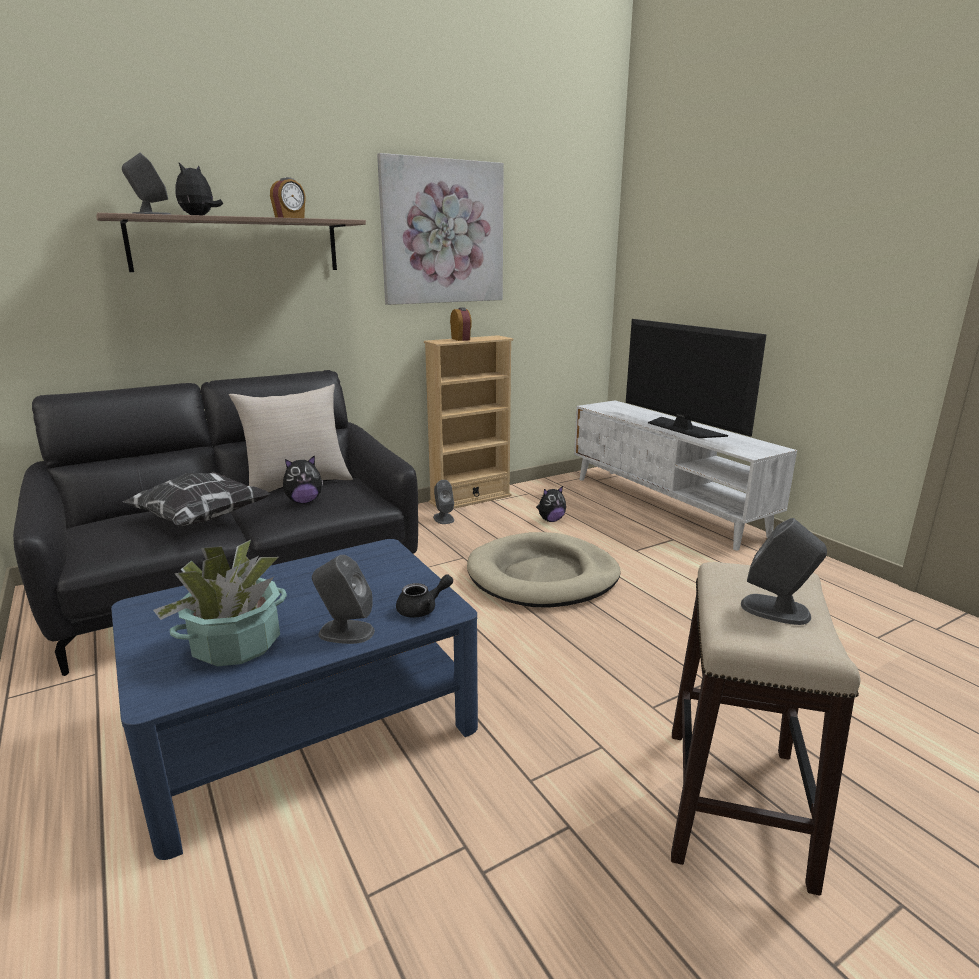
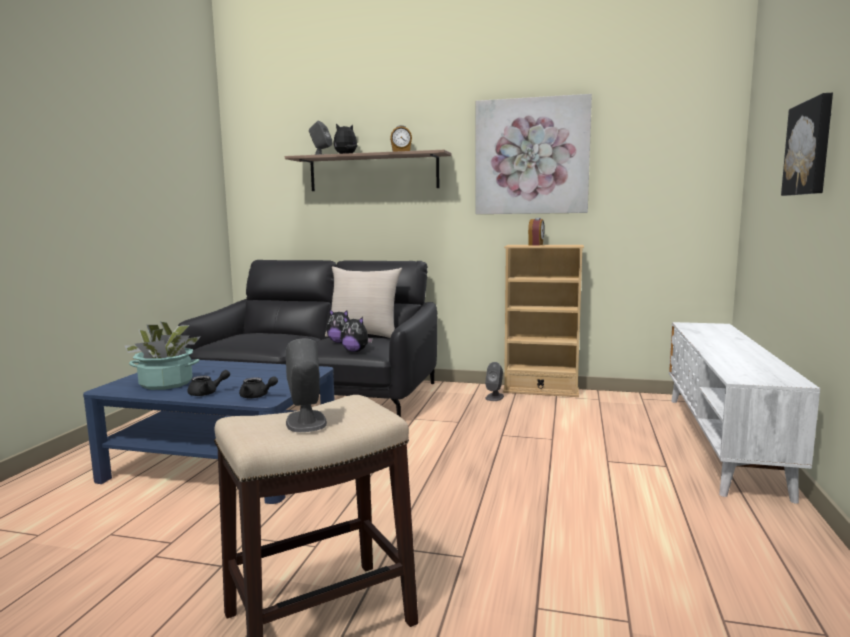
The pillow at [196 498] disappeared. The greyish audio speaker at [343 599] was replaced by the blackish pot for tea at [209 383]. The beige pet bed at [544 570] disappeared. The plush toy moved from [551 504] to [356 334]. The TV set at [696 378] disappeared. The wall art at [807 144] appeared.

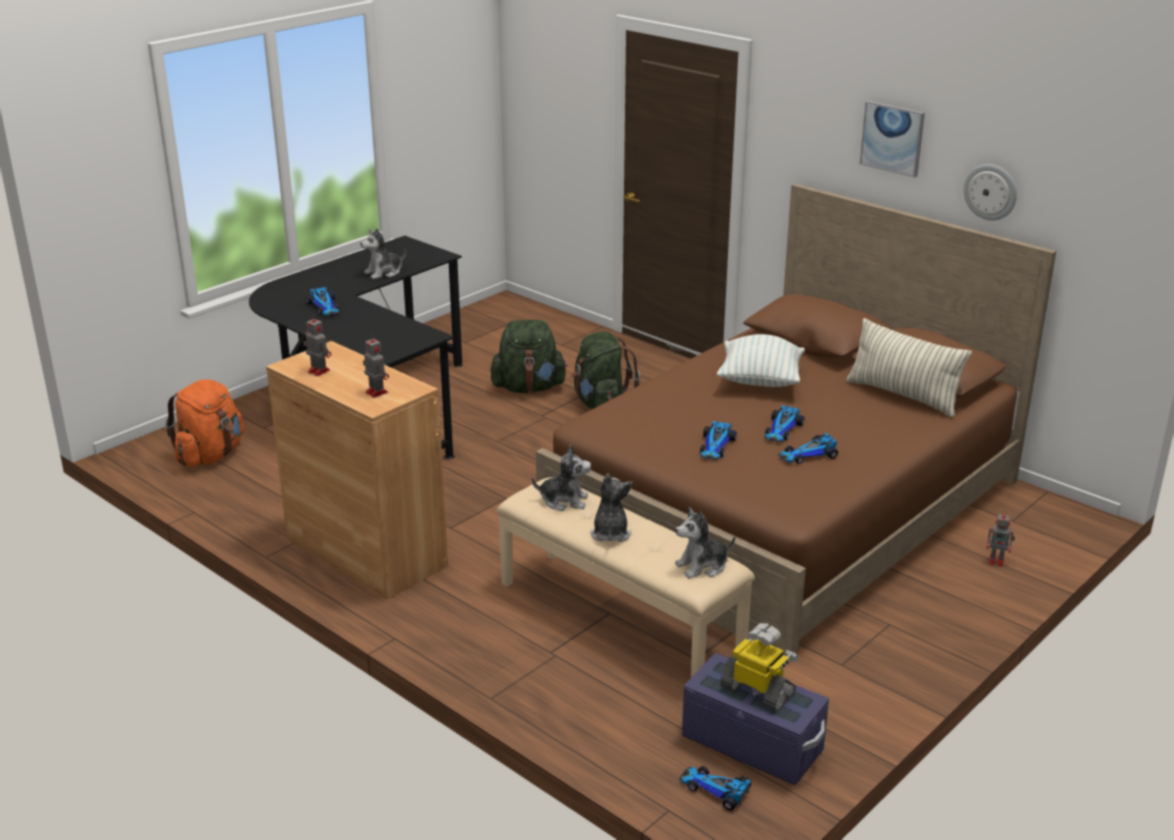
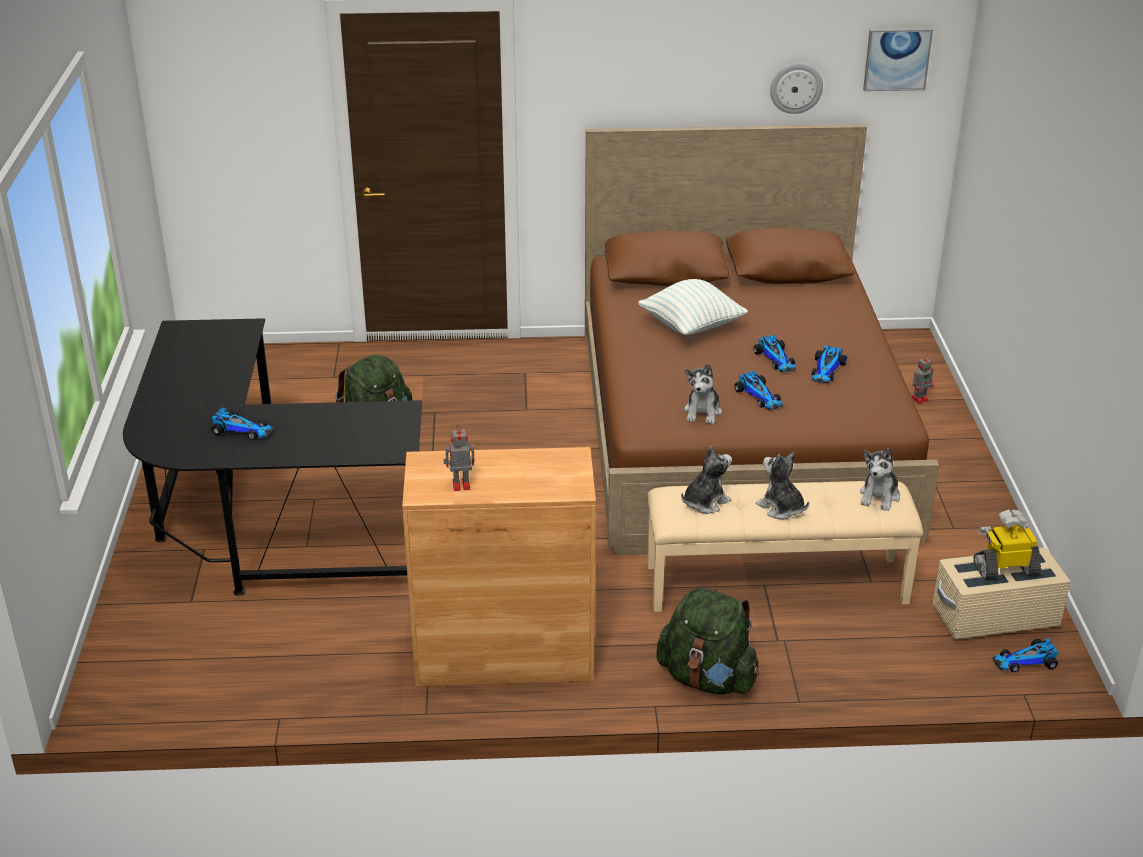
The orange-coloured knapsack at [205 423] disappeared. The plush toy moved from [383 253] to [703 394]. The model robot at [376 366] disappeared. The green-coloured knapsack moved from [605 370] to [707 641]. The purplish storage box at [755 719] became the beige storage box at [1001 593]. The pillow at [909 367] disappeared. The wall art moved from [892 139] to [898 59].

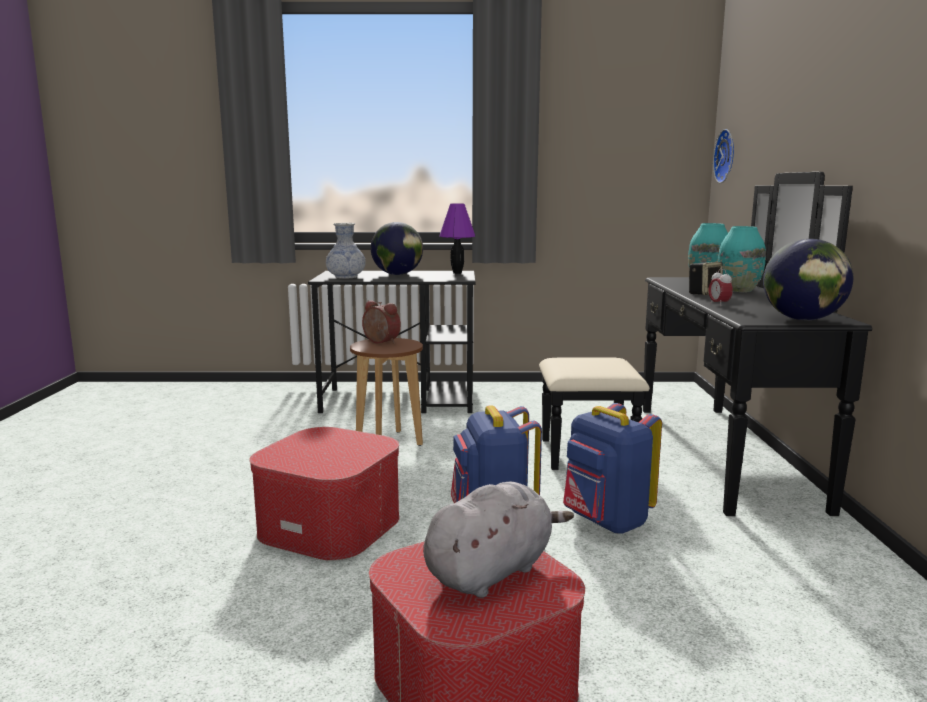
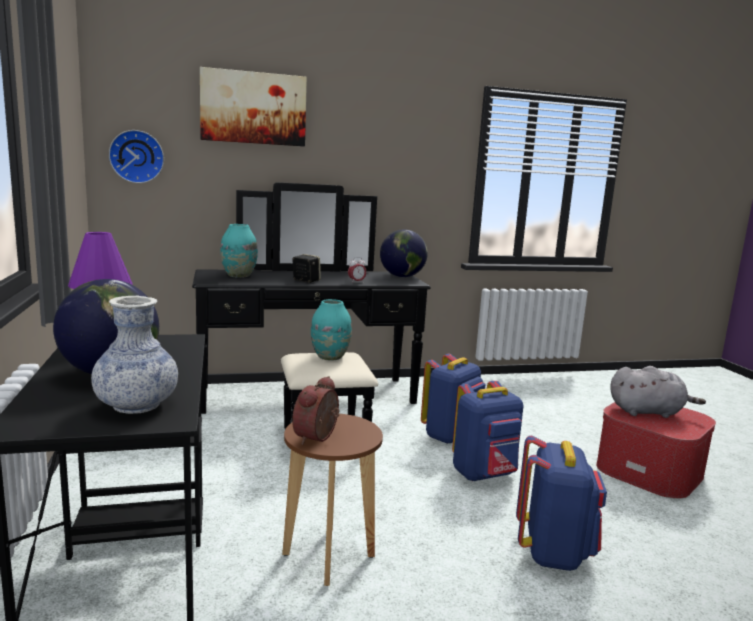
The footrest at [325 494] was replaced by the blue knapsack at [561 503]. The greyish plush toy at [498 540] turned 150 degrees clockwise. The turquoise decorative vase moved from [741 259] to [331 330]. The wall art at [253 107] appeared.

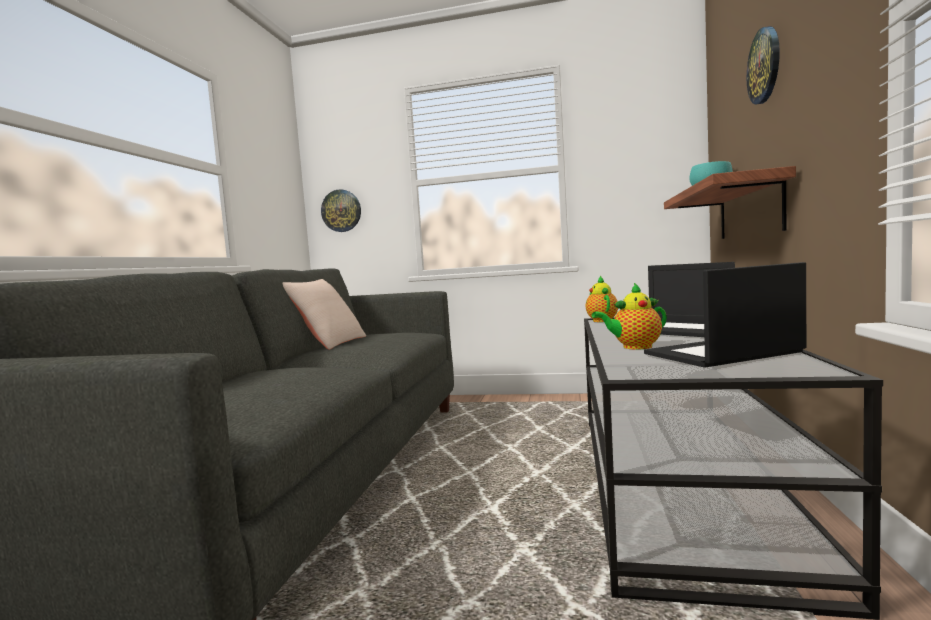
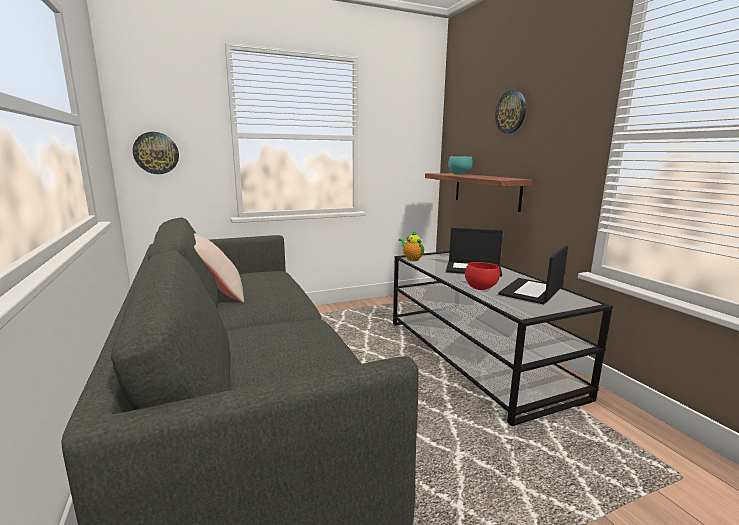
The pot for tea at [629 316] was replaced by the reddish bowl at [482 276].

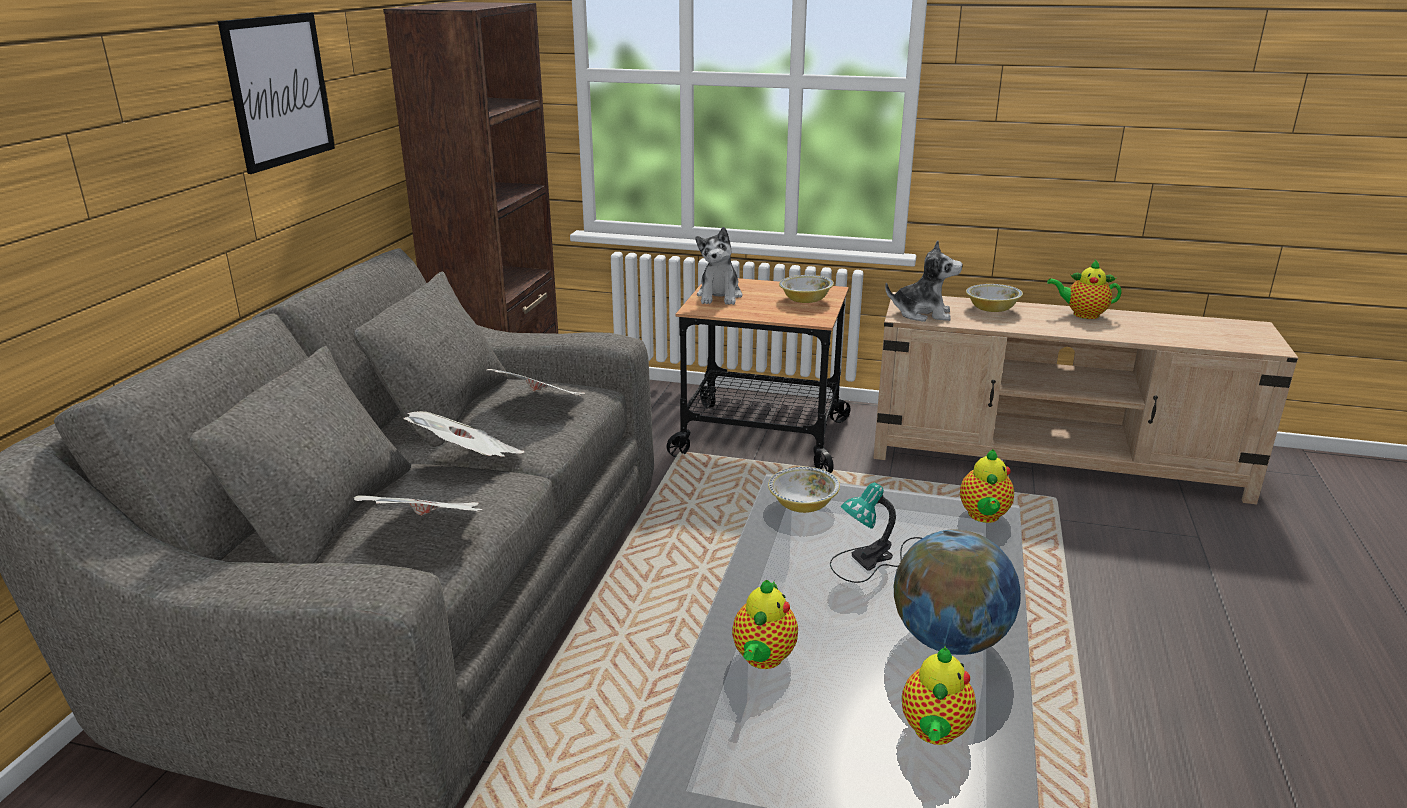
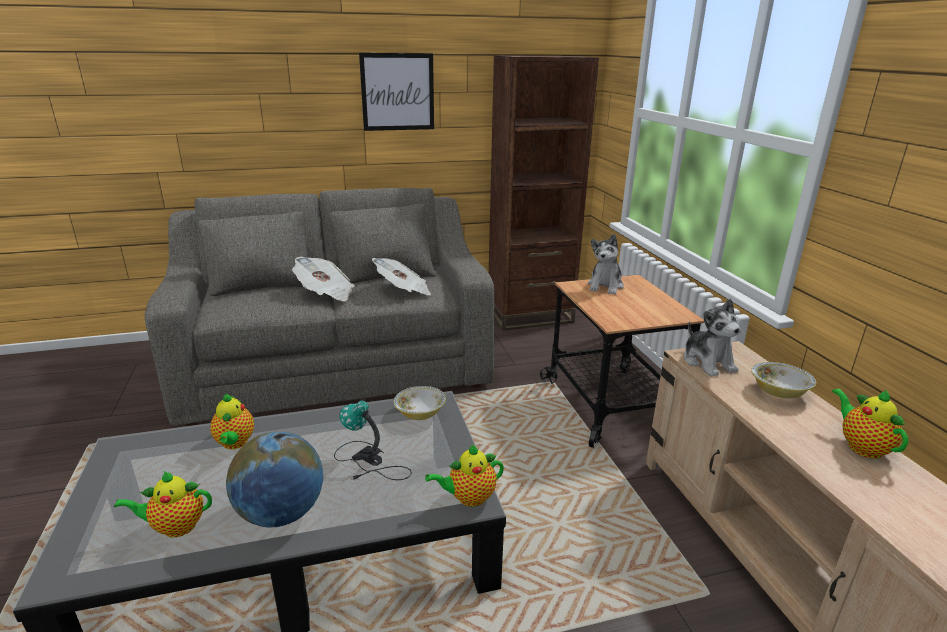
The daily paper at [418 505] disappeared. The plush toy at [719 266] turned 45 degrees counterclockwise. The pot for tea at [765 624] turned 90 degrees counterclockwise. The bowl at [806 289] disappeared.

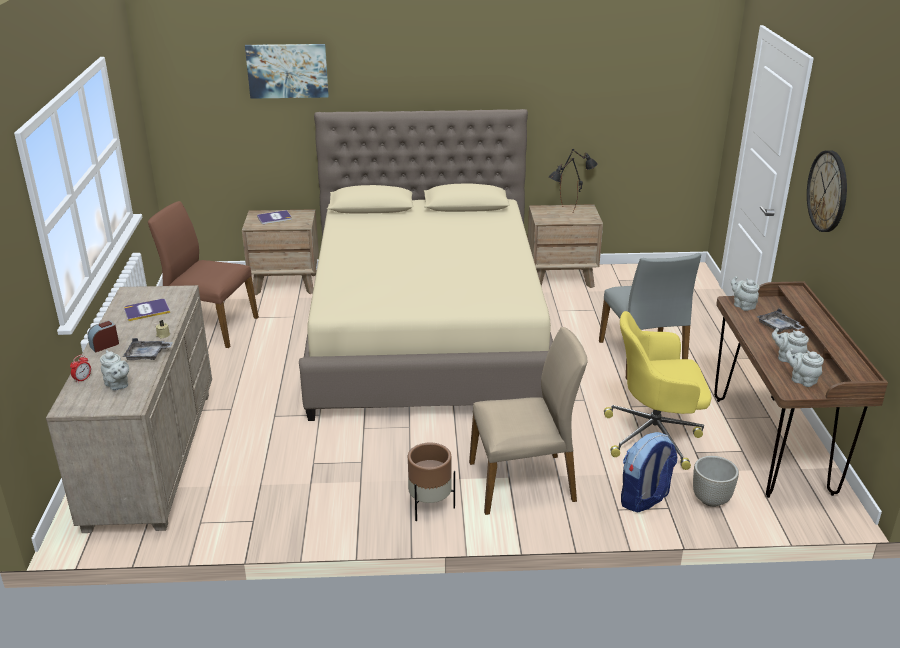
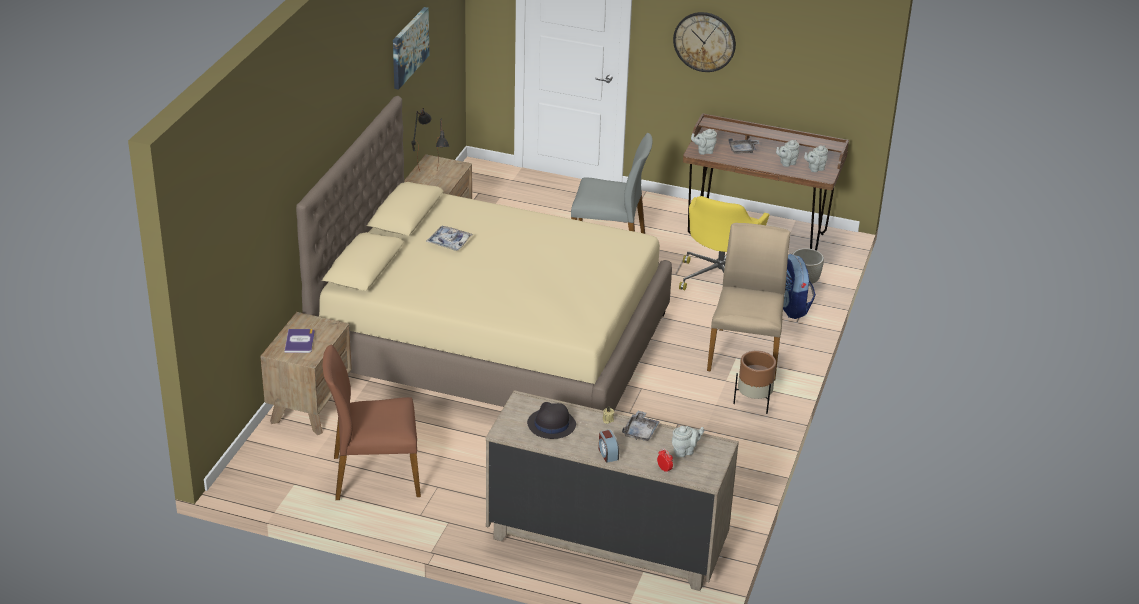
The volume at [147 310] was replaced by the blackish wearable hat at [551 420]. The brownish plain chair at [203 274] turned 45 degrees clockwise. The wall art moved from [287 71] to [411 48]. The carrying tray at [450 238] appeared.

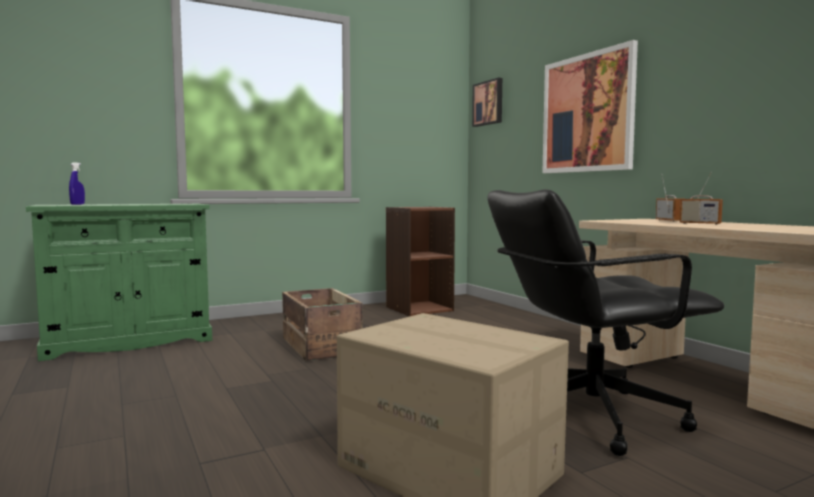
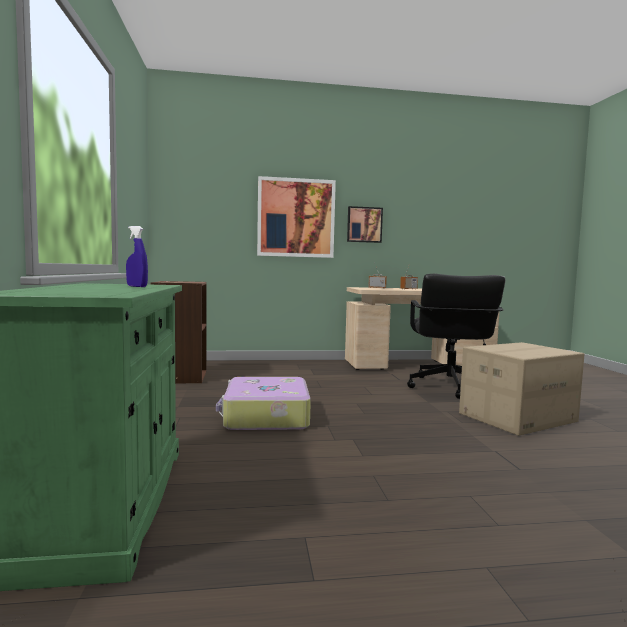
The blue hand sprayer moved from [77 184] to [137 256]. The shipping crate at [322 324] was replaced by the piece of luggage at [263 403]. The wall art moved from [487 102] to [365 224].

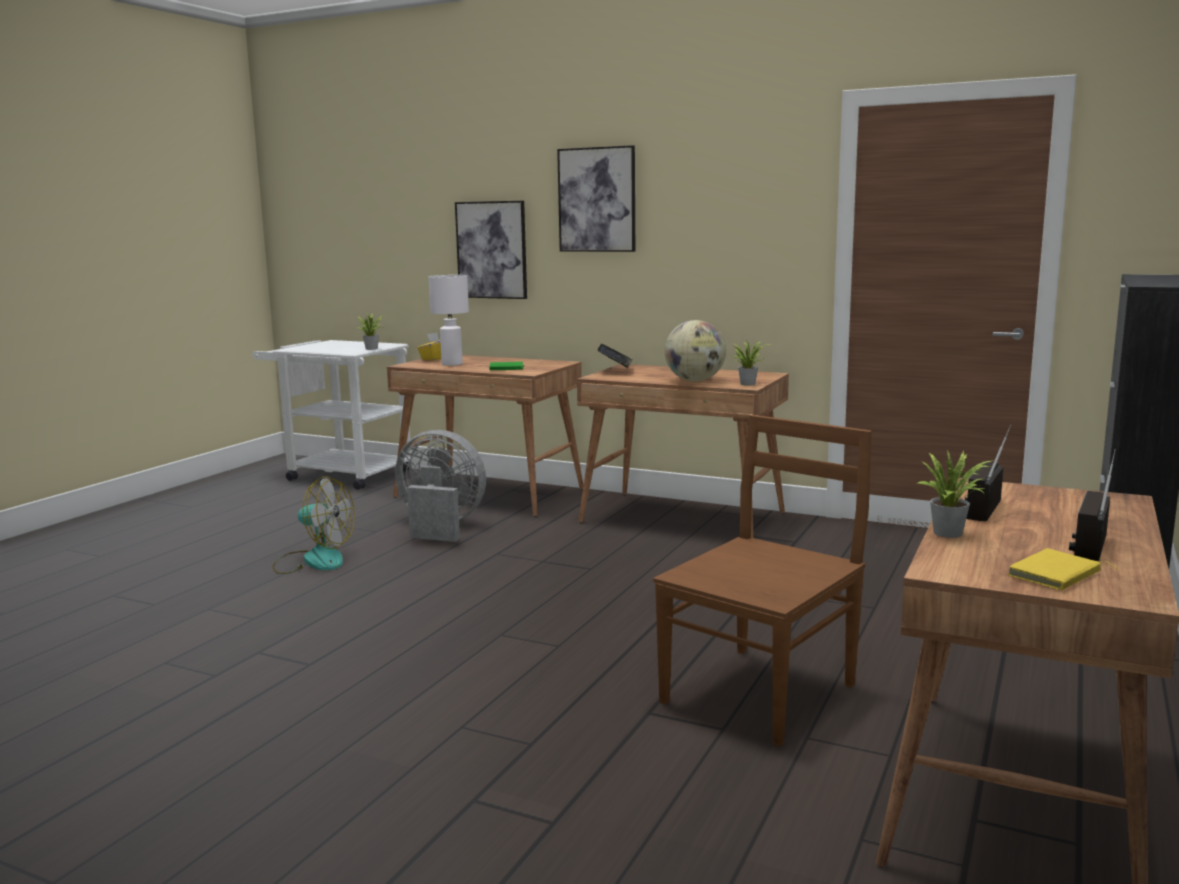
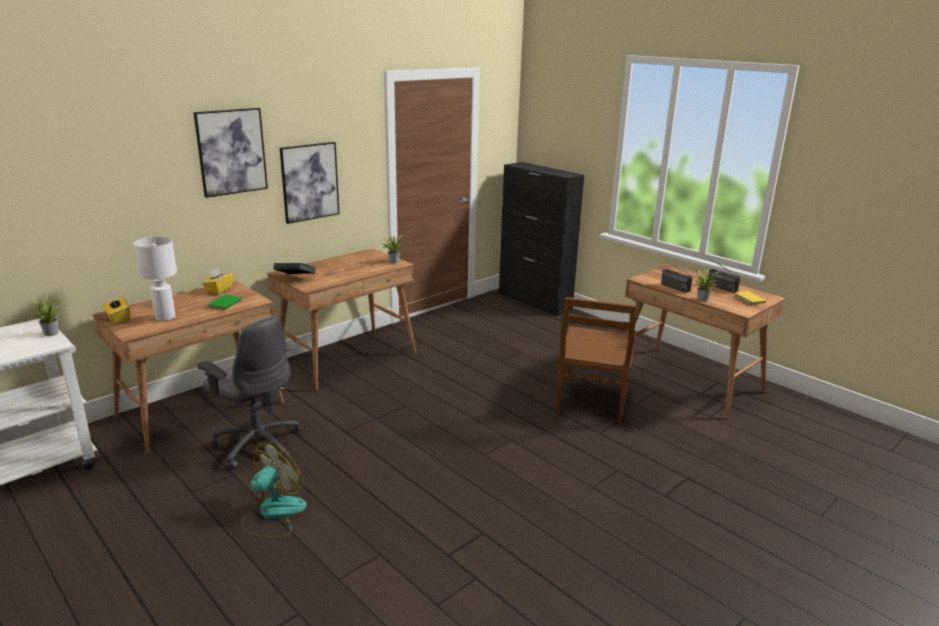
The greyish electric fan at [440 486] was replaced by the greyish computer chair at [248 393]. The wall art moved from [491 250] to [309 183]. The brownish plain chair at [762 581] turned 135 degrees counterclockwise. The desk globe at [695 350] disappeared. The yellow-coloured box of tissues at [218 280] appeared.

